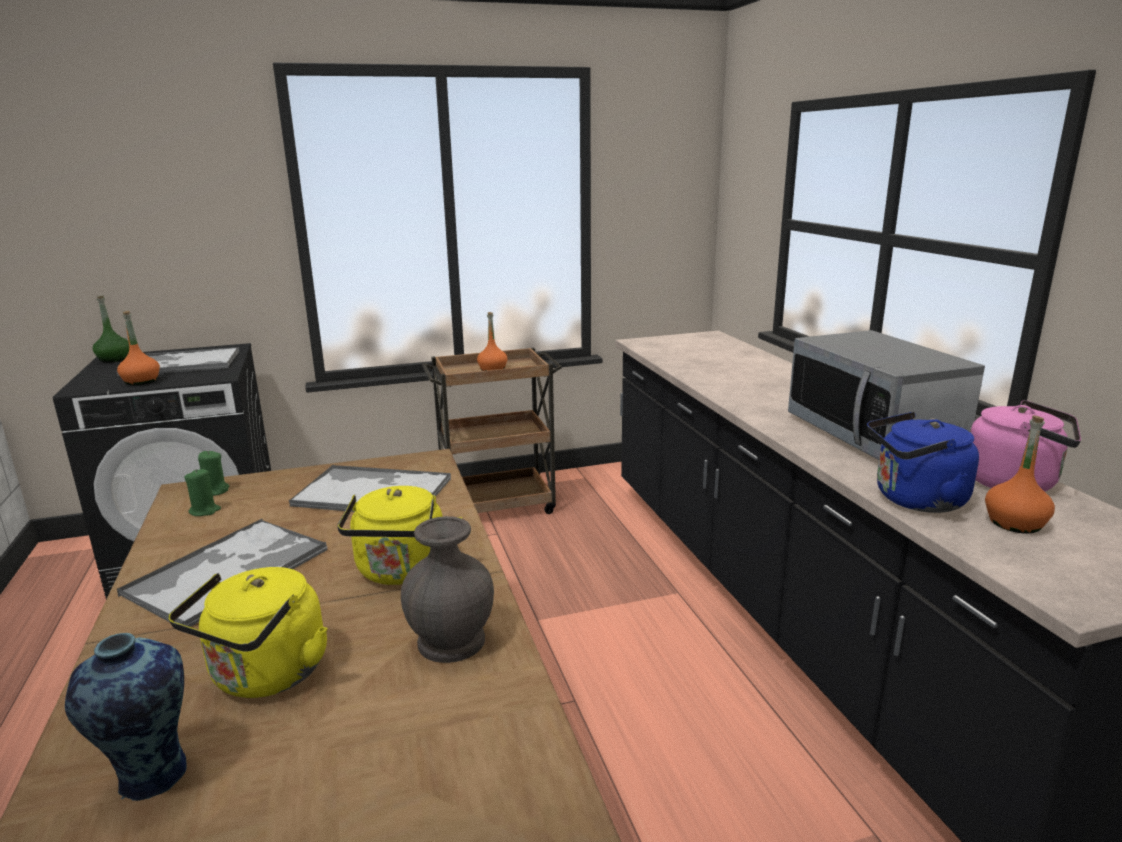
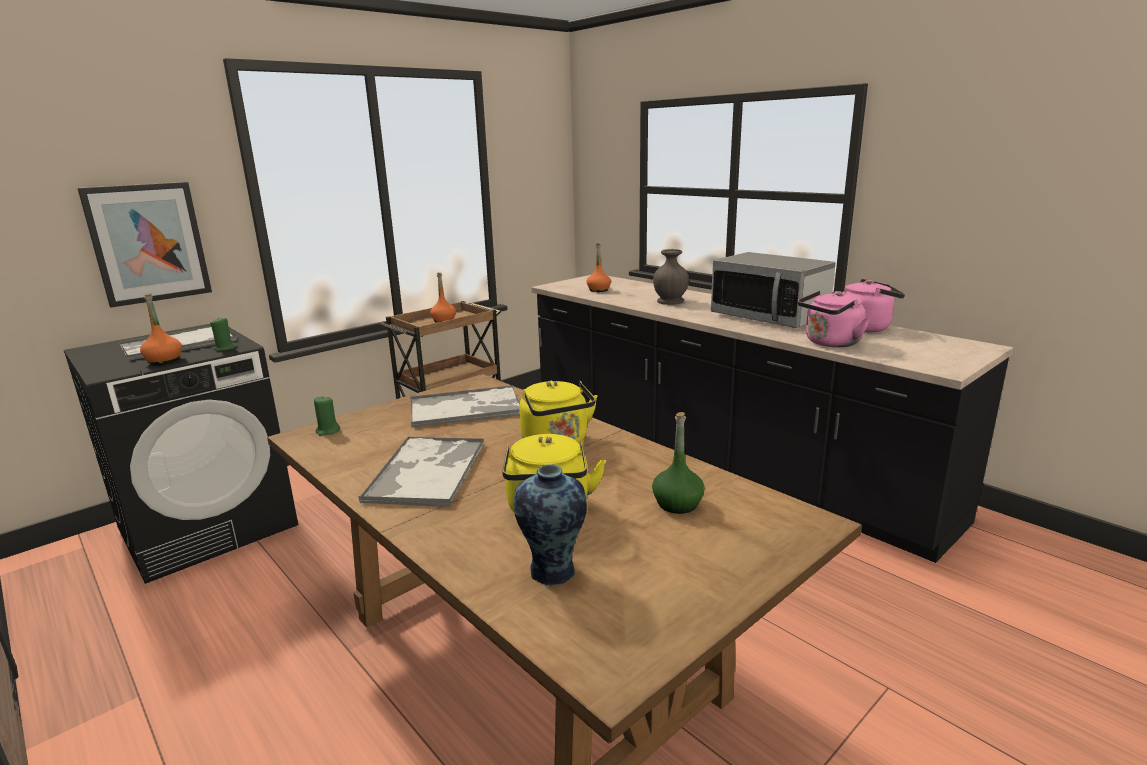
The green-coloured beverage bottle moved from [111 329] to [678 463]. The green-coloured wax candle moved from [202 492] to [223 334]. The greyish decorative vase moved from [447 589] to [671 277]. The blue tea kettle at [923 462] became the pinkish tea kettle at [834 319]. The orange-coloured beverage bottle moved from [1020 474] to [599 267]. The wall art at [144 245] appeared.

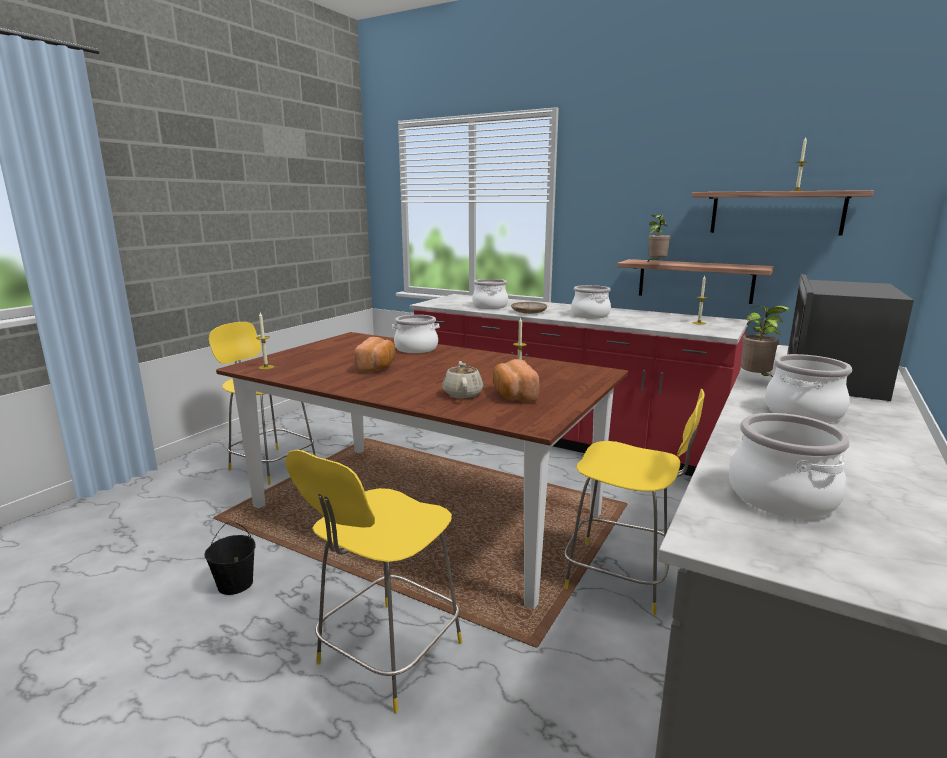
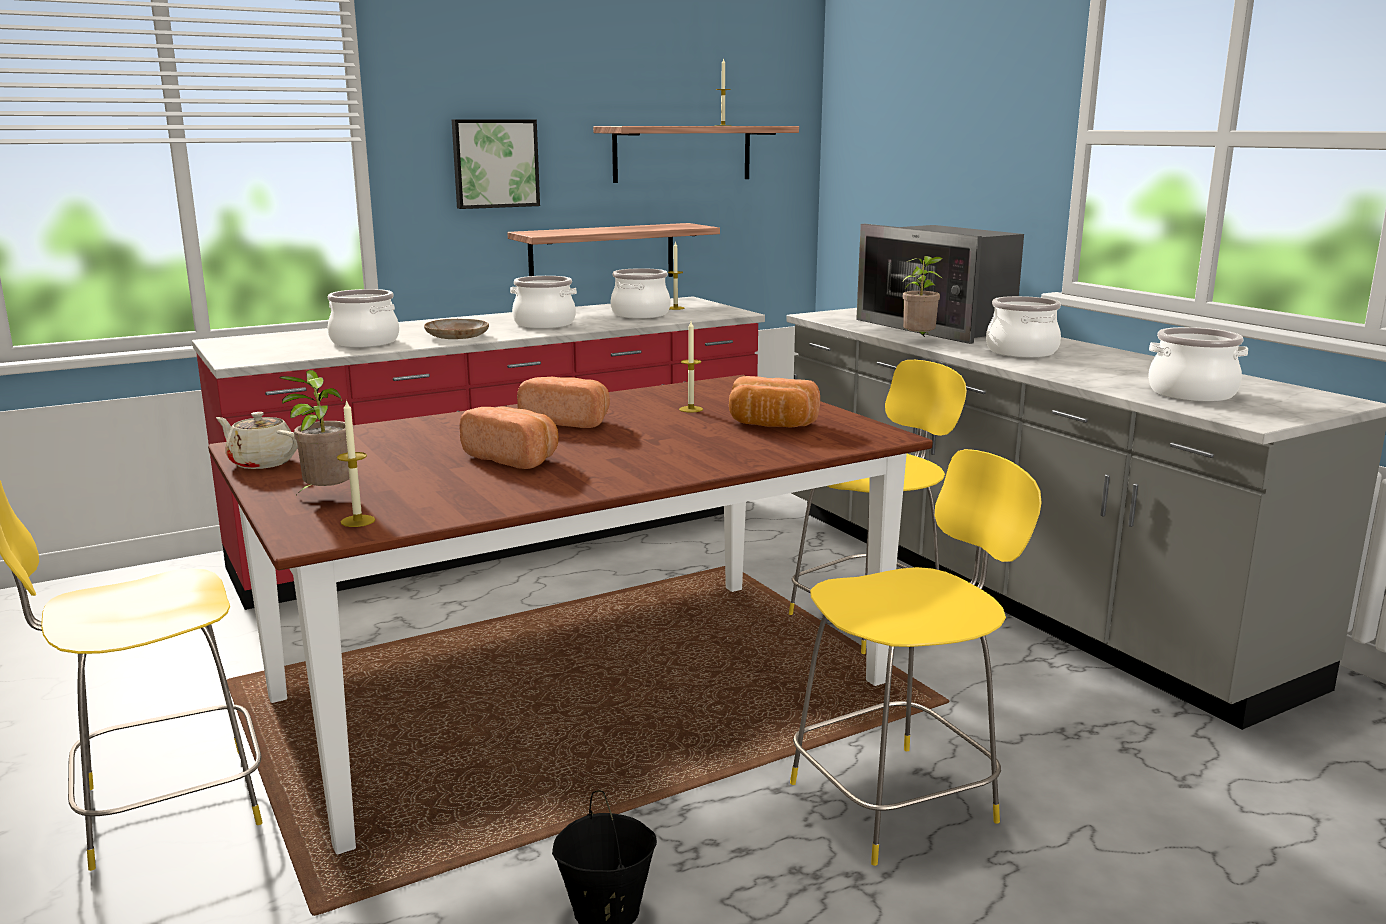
The yellow-coloured plain chair at [374 581] turned 90 degrees counterclockwise. The saucepot moved from [415 334] to [640 293]. The beige pot for tea moved from [462 380] to [257 440]. The houseplant moved from [659 238] to [315 433]. The wall art at [496 164] appeared. The bread at [563 402] appeared.

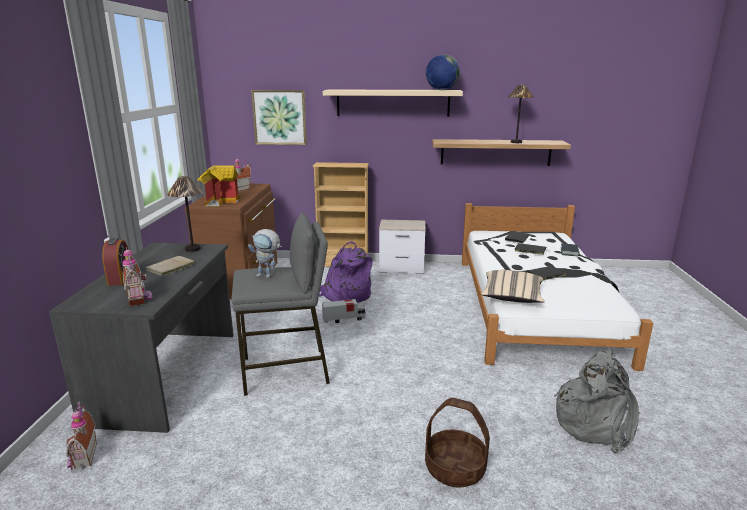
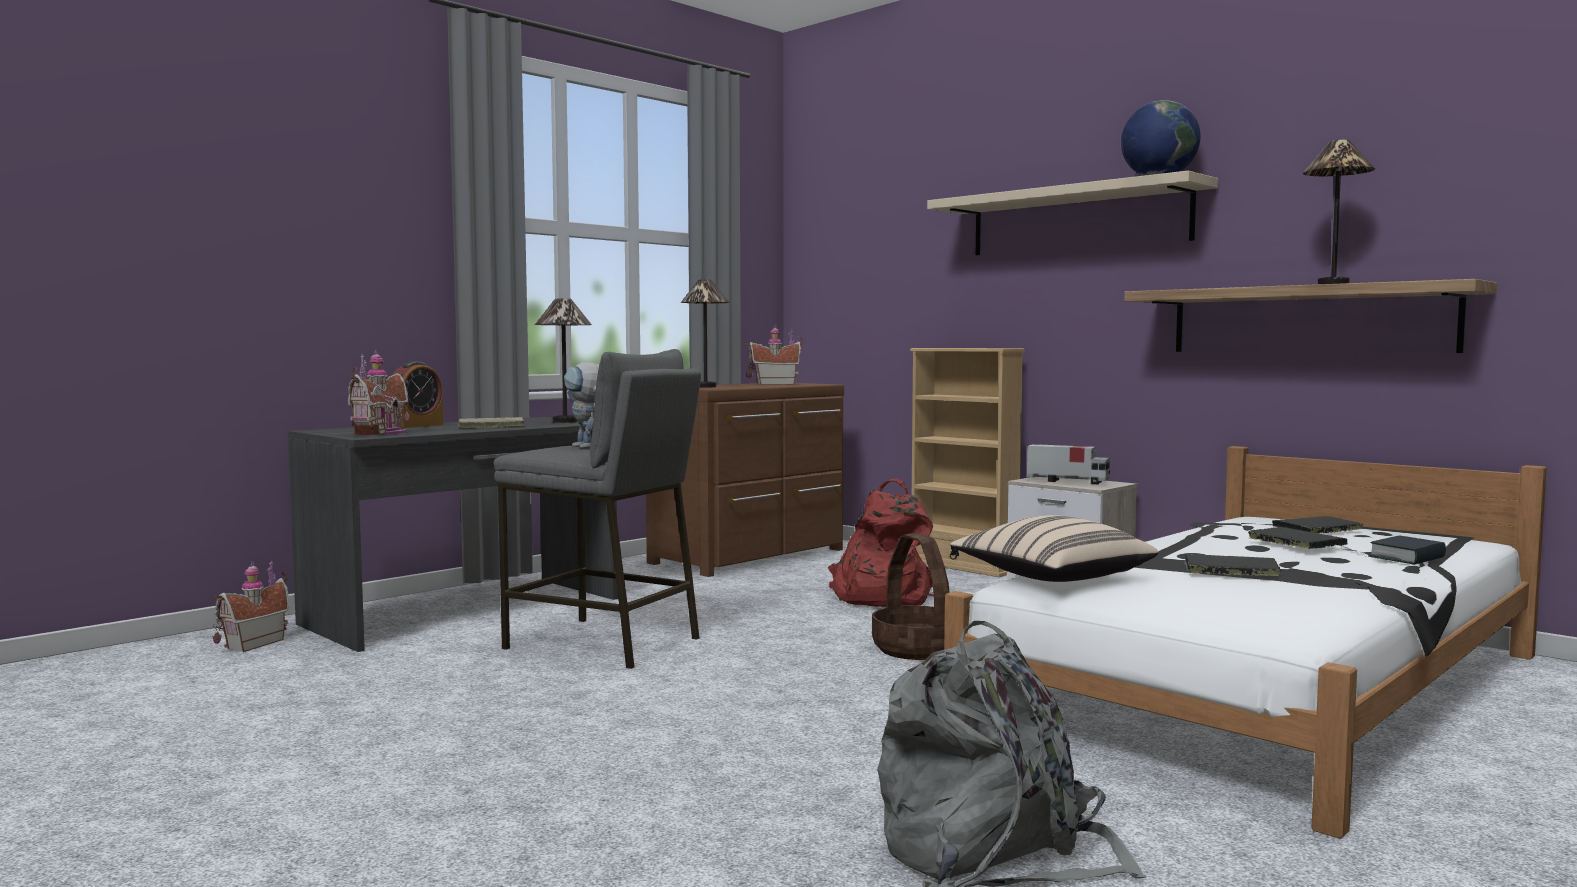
The miniature house at [218 185] was replaced by the lamp for a table at [705 333]. The wall art at [279 117] disappeared. The purplish knapsack at [345 272] became the reddish knapsack at [881 542]. The toy lorry moved from [344 311] to [1069 464]. The household basket moved from [457 443] to [911 596].

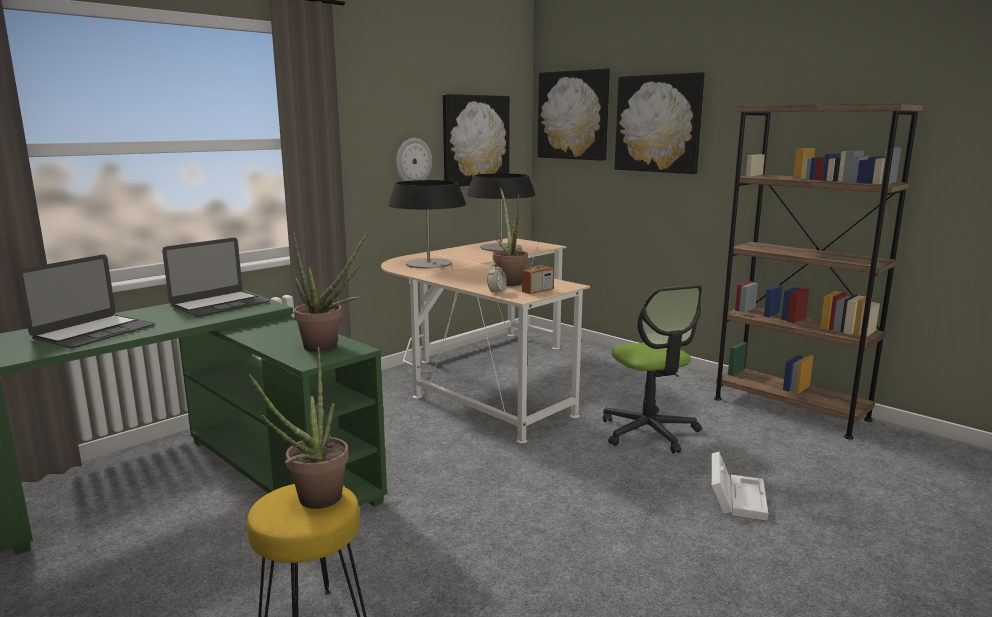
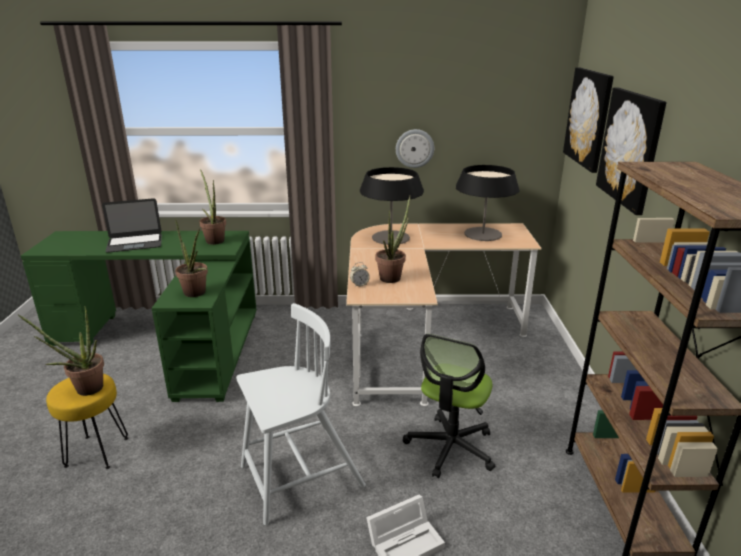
The notebook computer at [216 277] was replaced by the houseplant at [212 207]. The wall art at [476 140] disappeared. The radio at [538 268] disappeared. The white plain chair at [301 414] appeared.

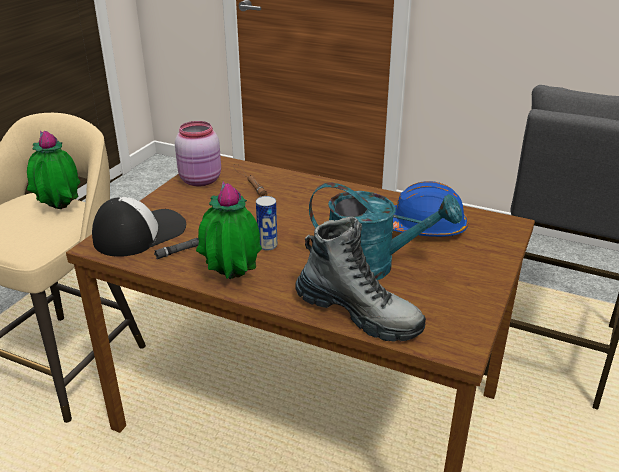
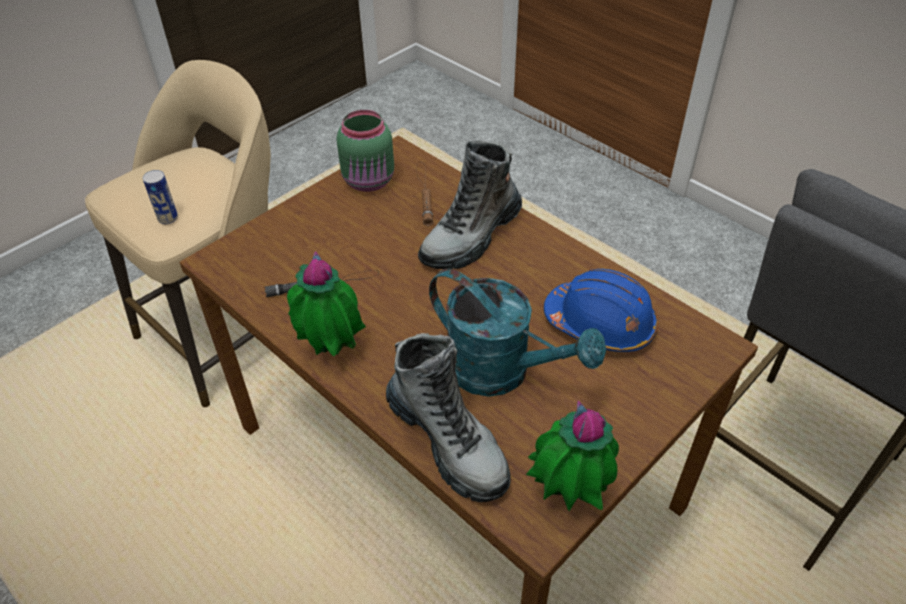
The houseplant moved from [53 170] to [572 456]. The cap at [139 227] disappeared. The pinkish jar at [198 153] became the green-coloured jar at [365 151]. The metal can moved from [266 223] to [160 197]. The tall boot at [470 205] appeared.

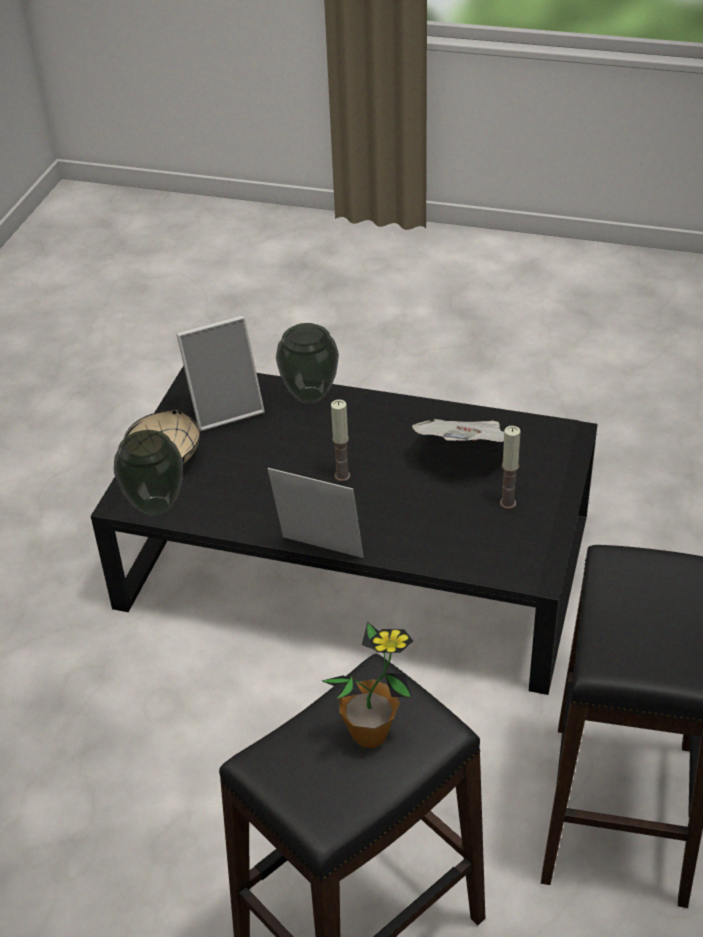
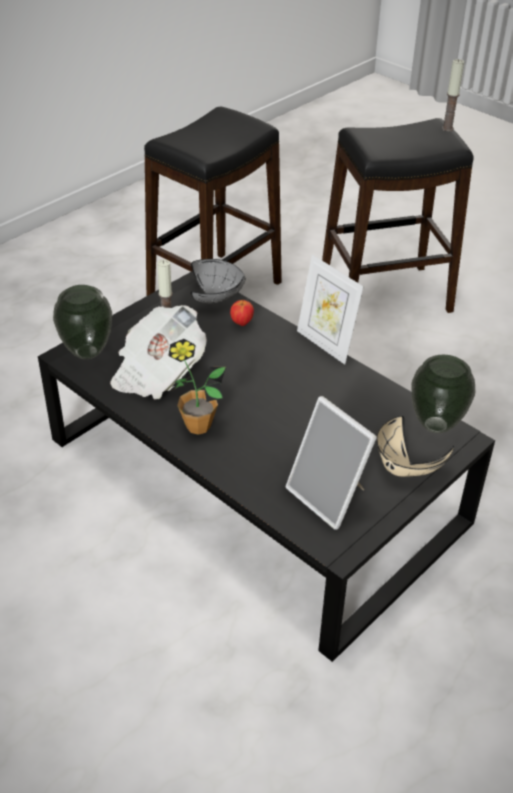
The standing frame at [220 373] turned 135 degrees counterclockwise. The decorative vase moved from [307 363] to [82 322]. The houseplant moved from [367 685] to [197 387]. The wax candle moved from [340 441] to [453 95]. The greyish bowl at [218 281] appeared. The whole apple at [242 313] appeared.

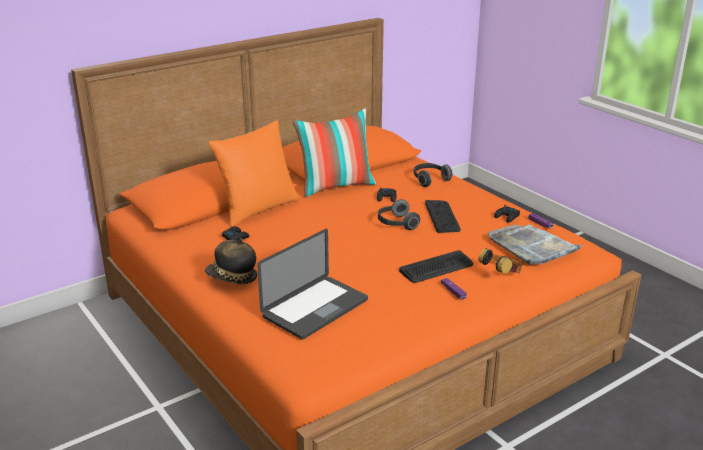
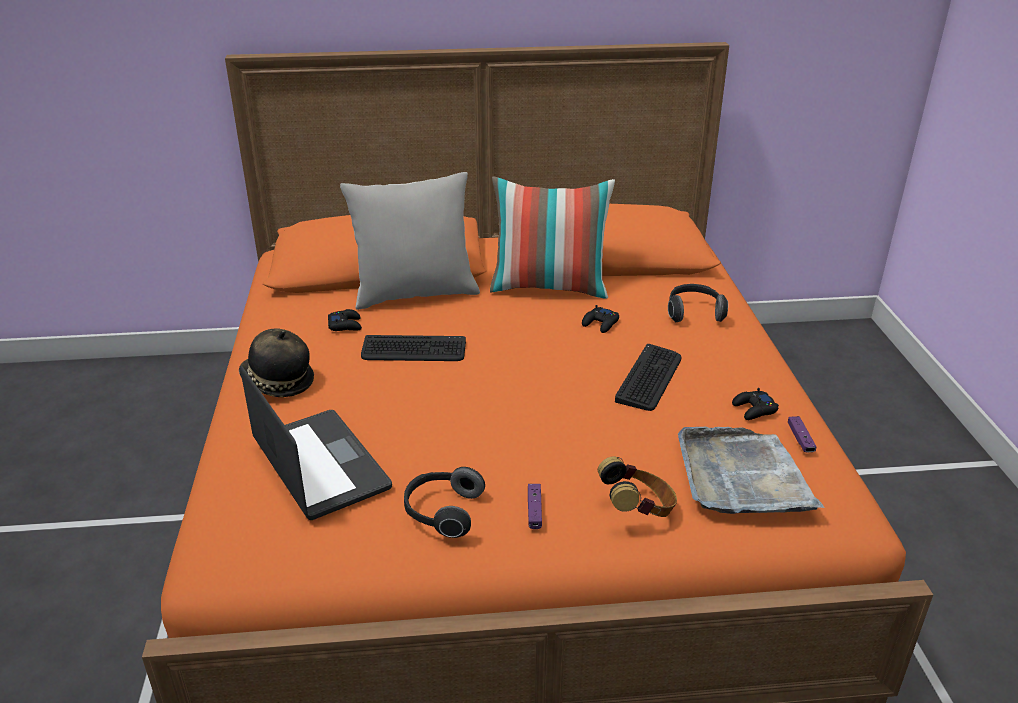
The orange-coloured pillow at [254 173] became the greyish pillow at [410 241]. The notebook computer at [312 284] turned 105 degrees counterclockwise. The headset moved from [399 214] to [444 502]. The PC keyboard moved from [436 266] to [413 348].

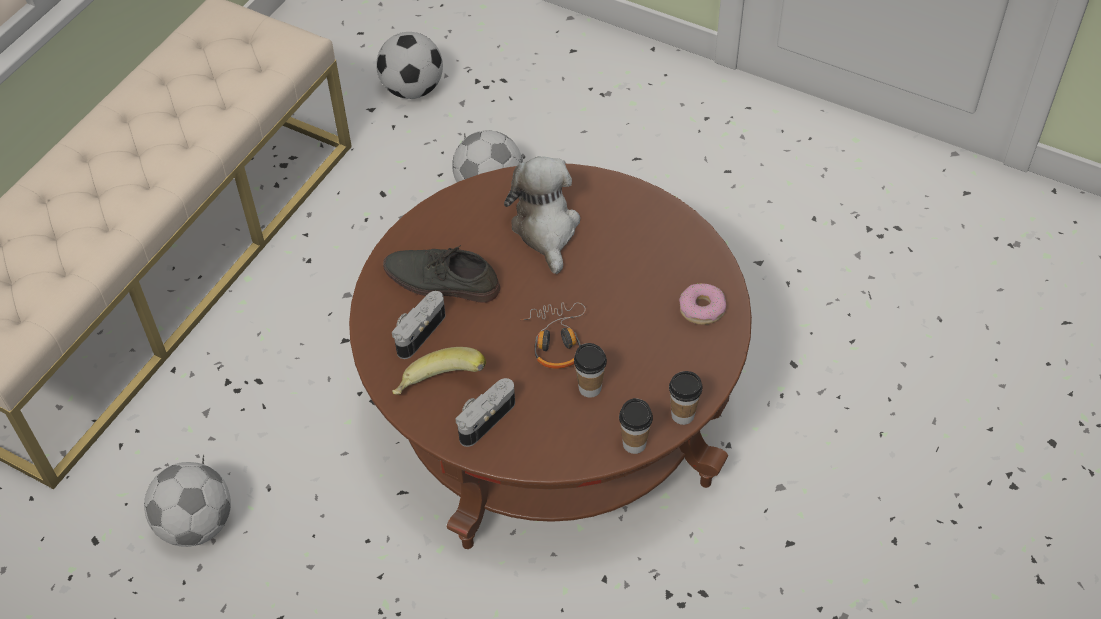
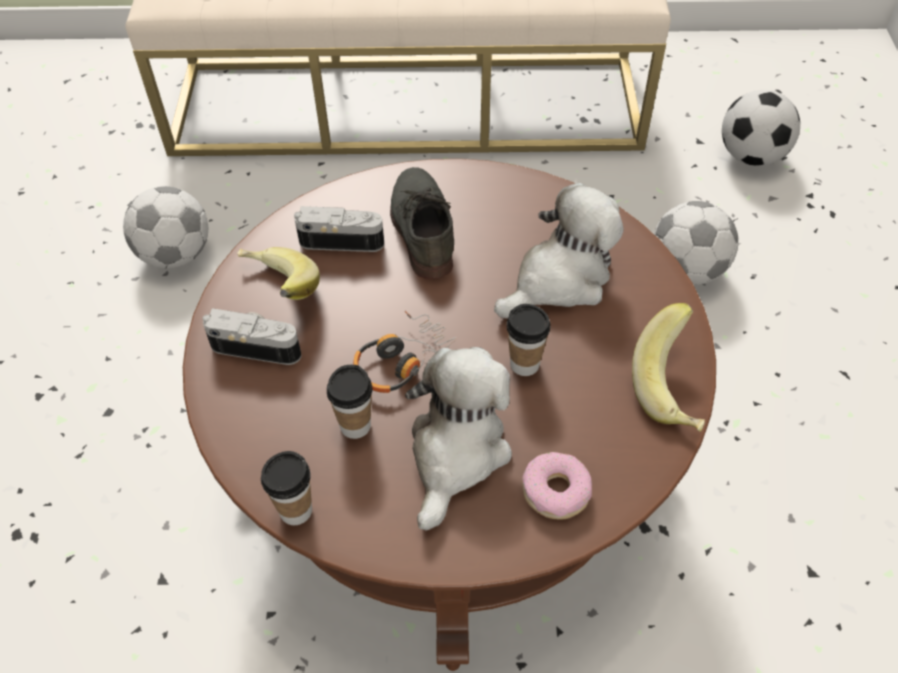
The cup moved from [685 398] to [529 340]. The plush toy at [458 439] appeared. The whole banana at [668 367] appeared.

